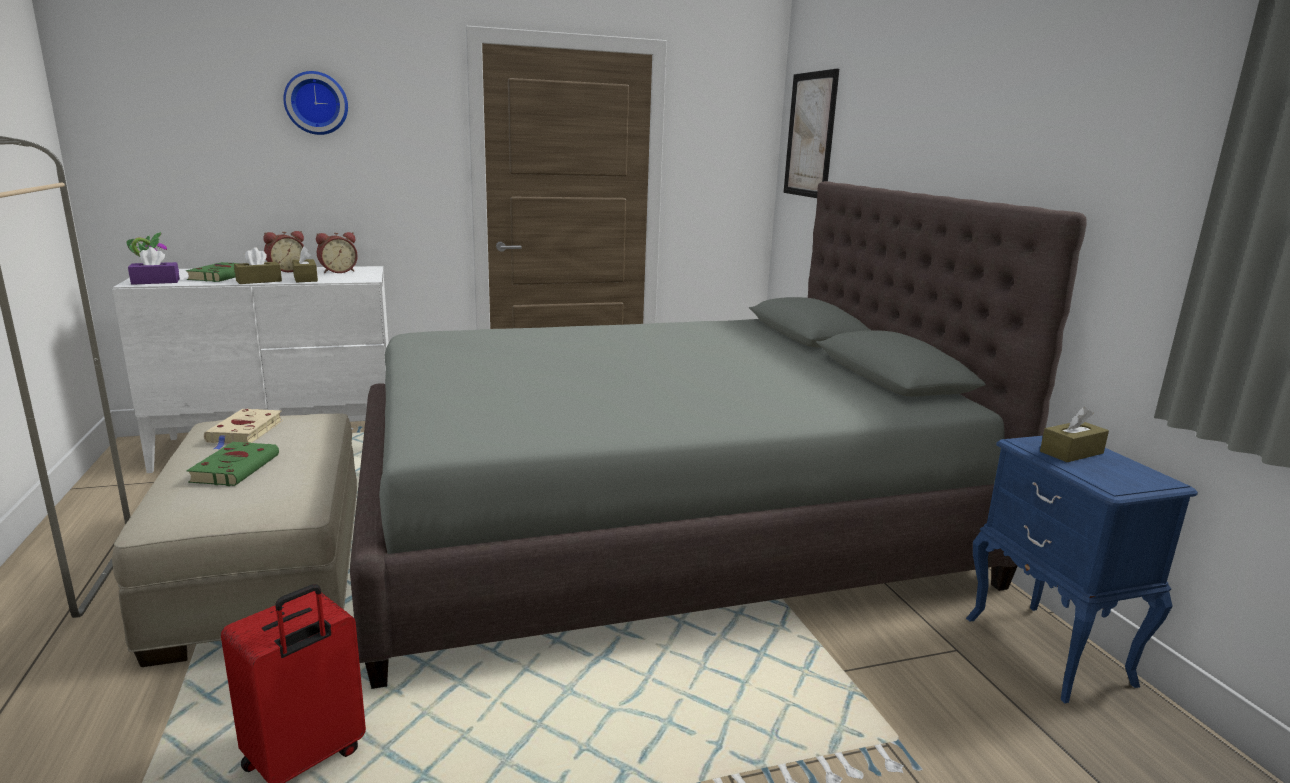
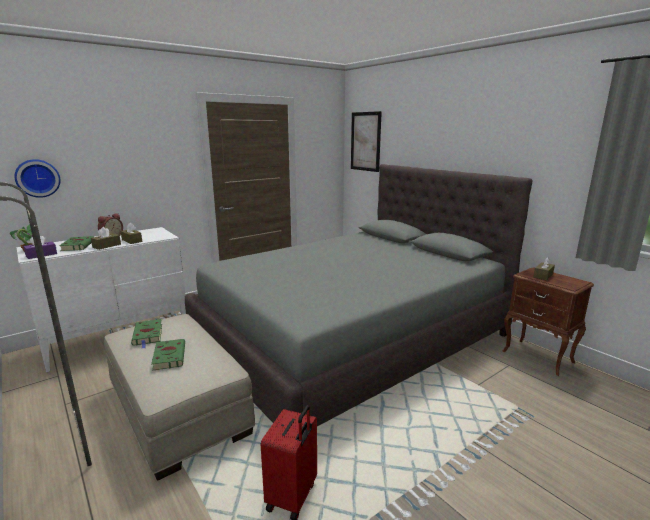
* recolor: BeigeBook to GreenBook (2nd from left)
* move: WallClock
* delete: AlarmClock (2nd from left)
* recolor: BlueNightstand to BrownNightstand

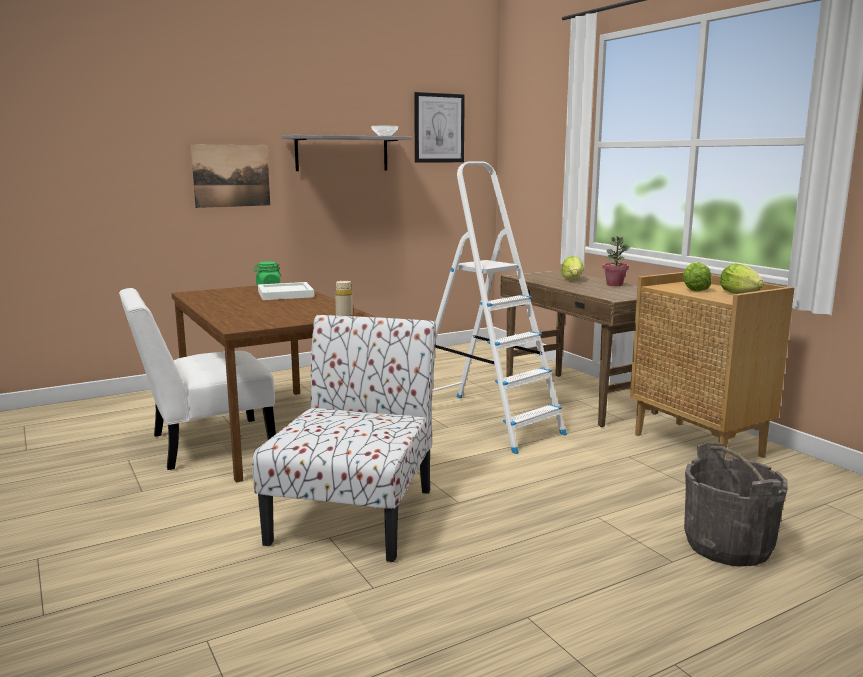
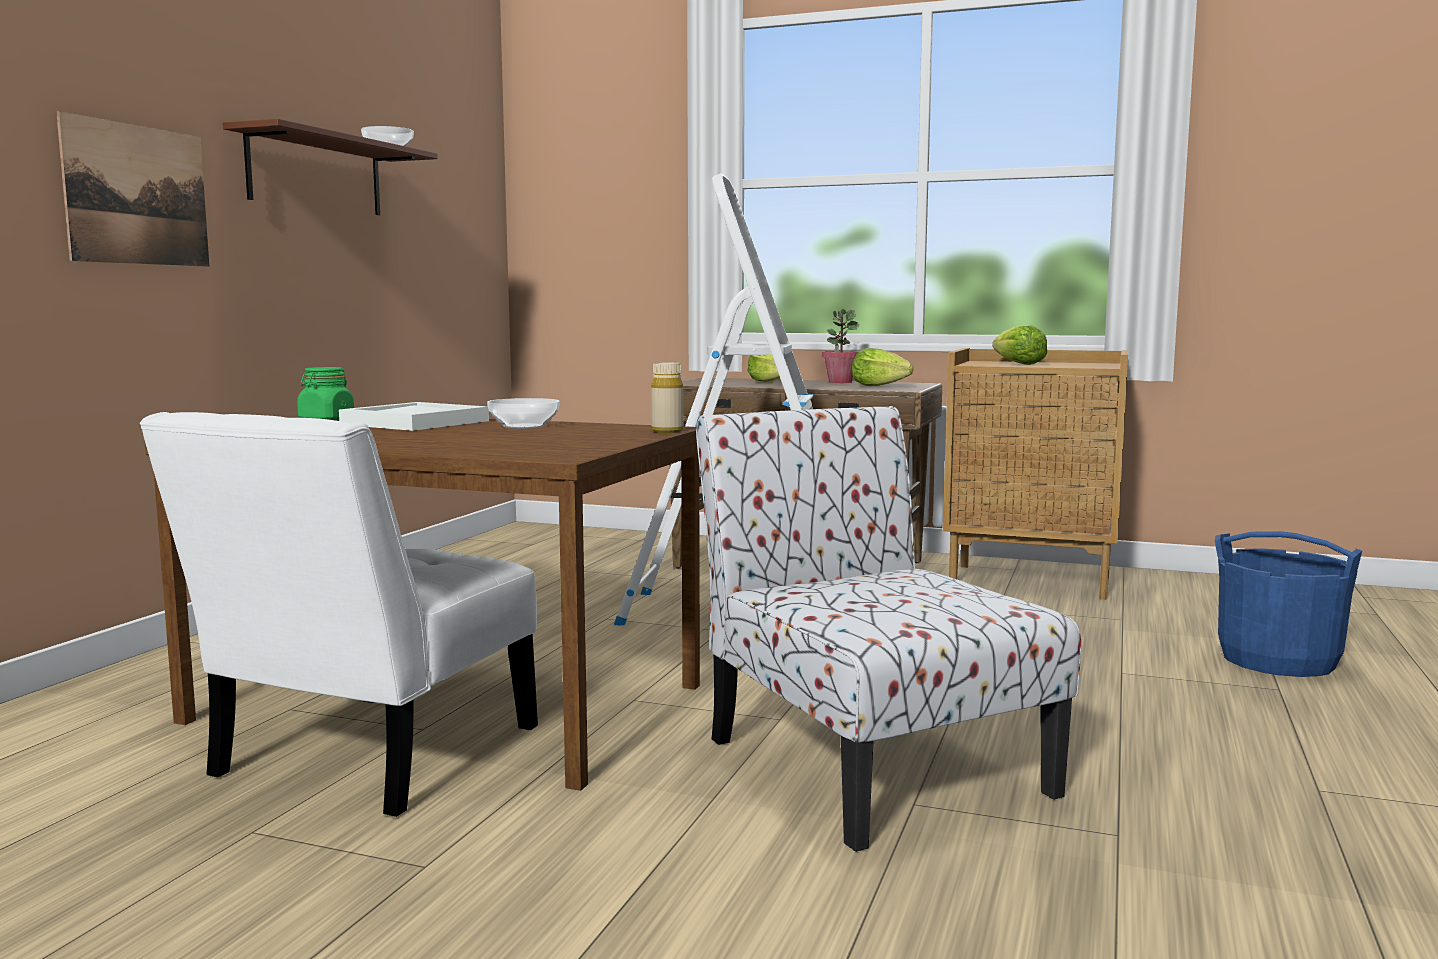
* recolor: GreyShelf to BrownShelf
* delete: Picture (2nd from left)
* recolor: GreyBucket to BlueBucket
* move: Lettuce (3rd from left in the first image) to Lettuce (2nd from left)
* insert: Bowl (2nd from left)

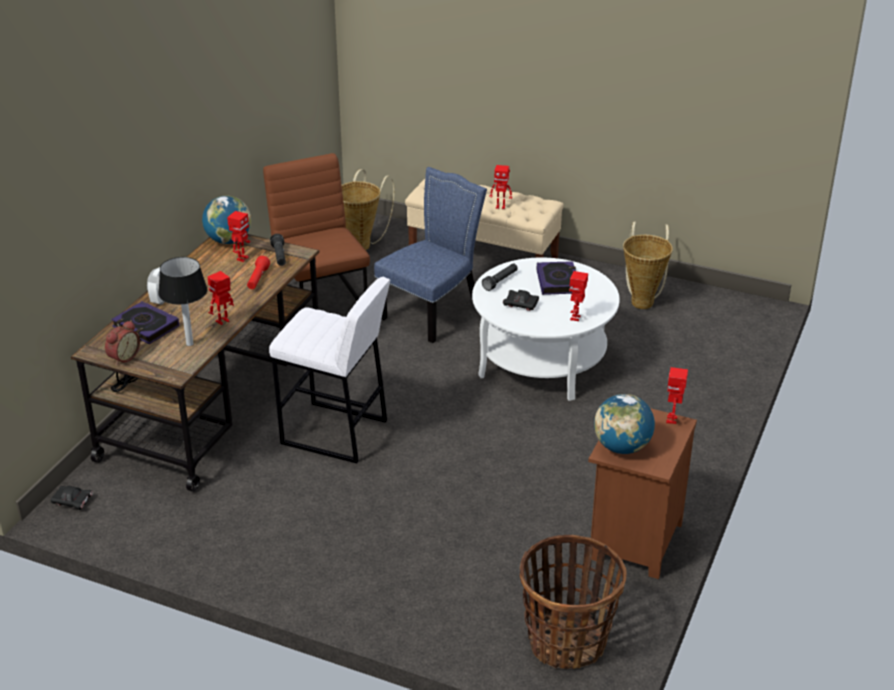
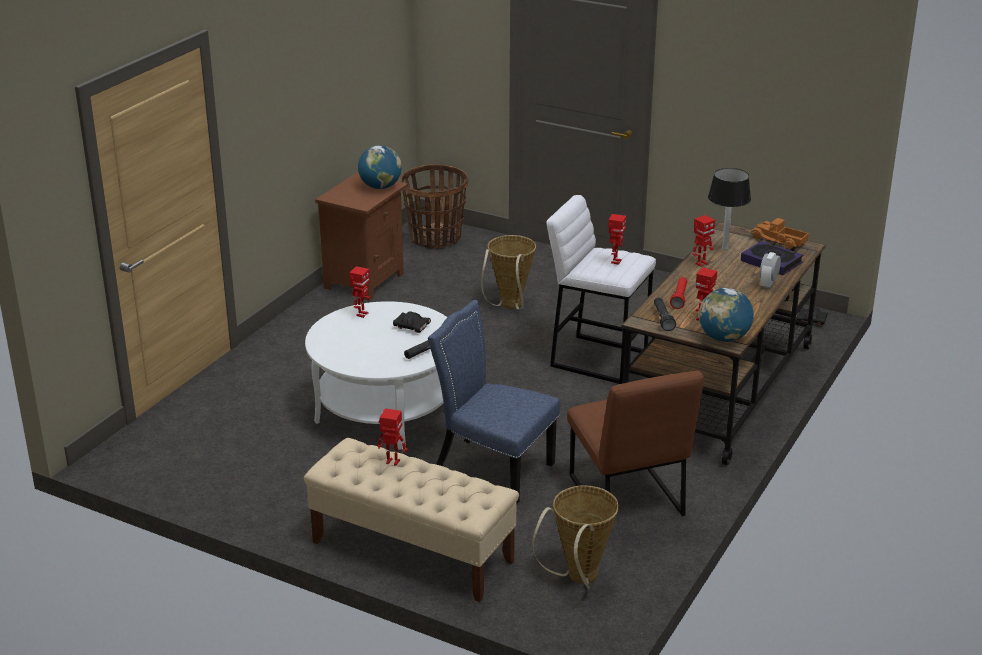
* replace: AlarmClock (1st from left) to ToyTruck
* rotate: BlueChair 75 degrees clockwise
* delete: Book (2nd from left)
* move: Basket (3rd from left in the first image) to Basket (2nd from left)
* move: ToyRobot (5th from left in the first image) to ToyRobot (3rd from left)

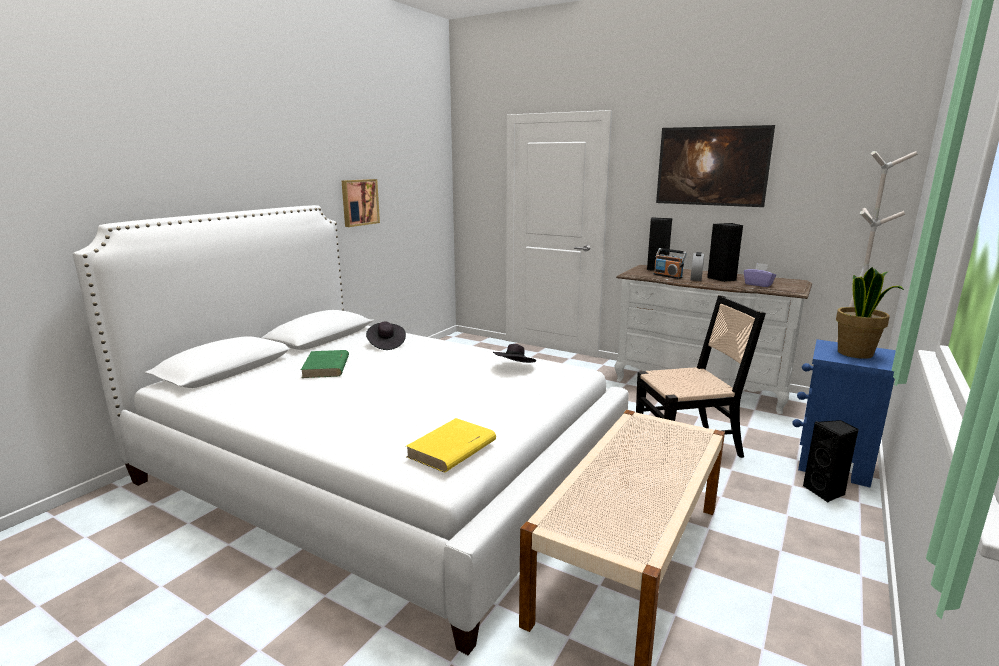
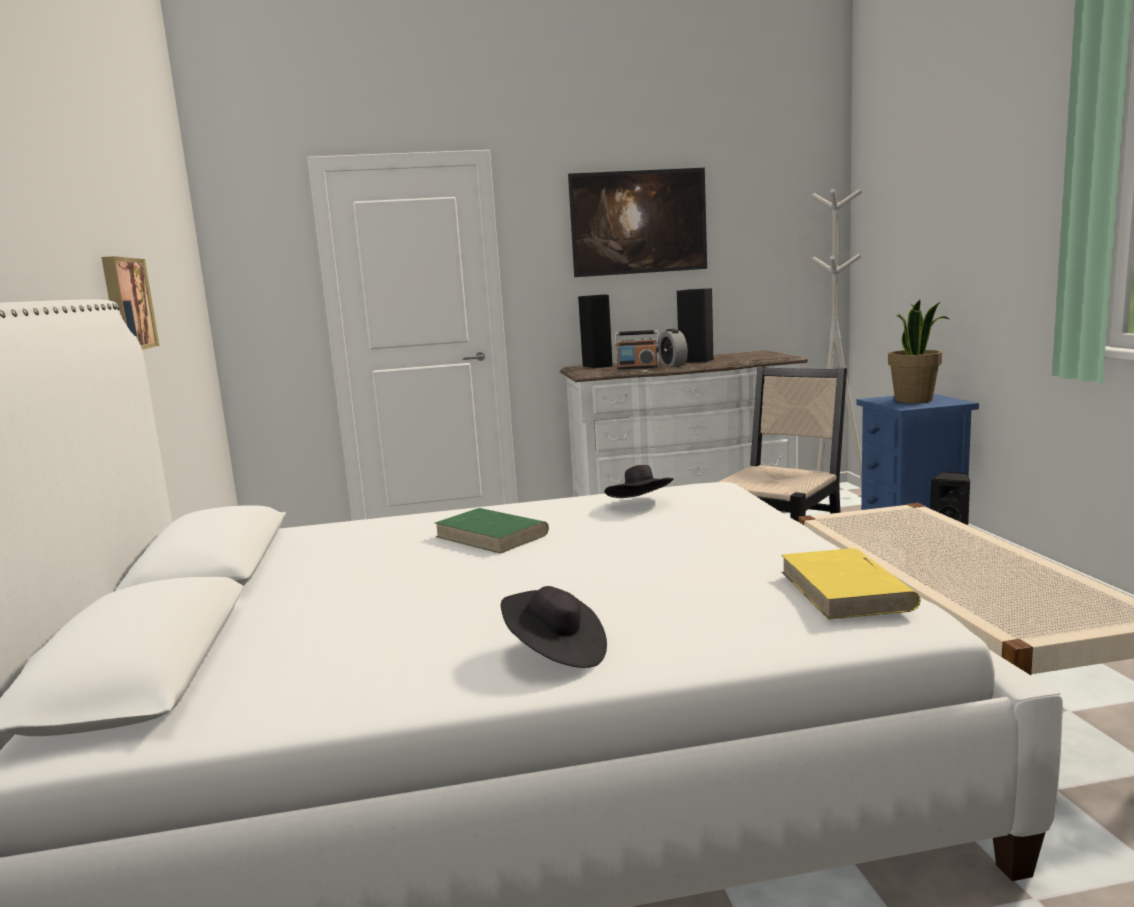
* move: GreenBook
* move: BlackHat (1st from left)
* delete: PurpleTissueBox

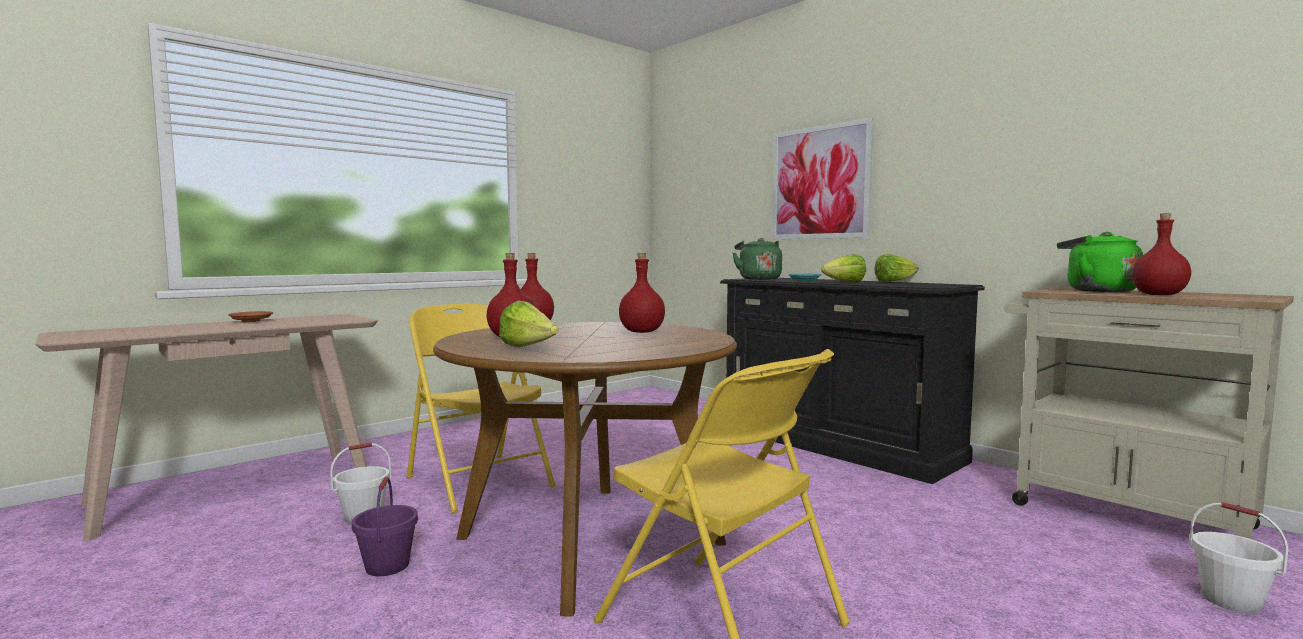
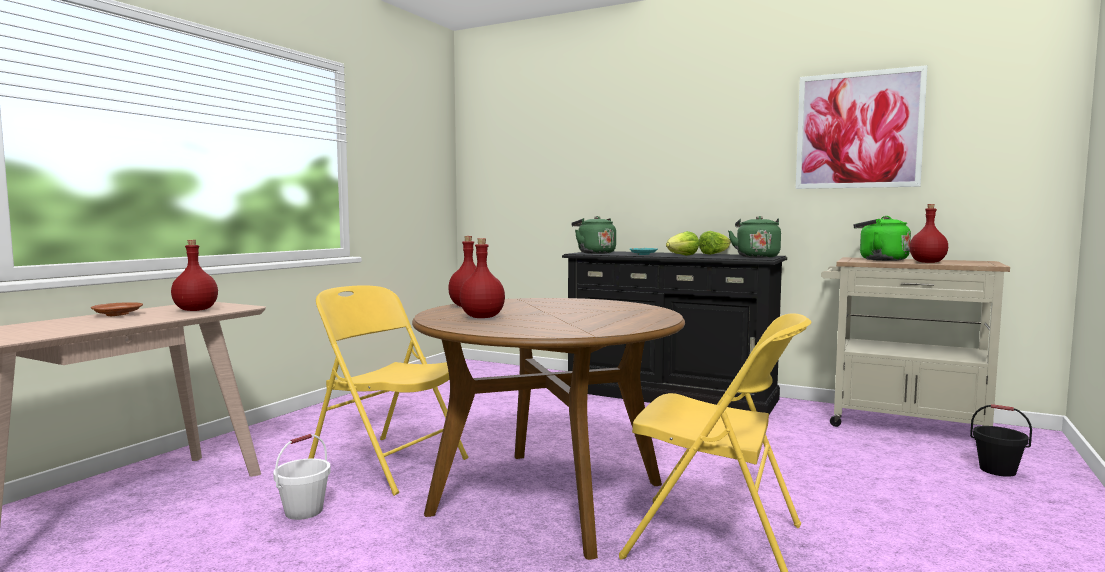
* delete: PurpleBucket
* delete: Lettuce (1st from left)
* move: RedBottle (3rd from left in the first image) to RedBottle (1st from left)
* move: Picture
* recolor: WhiteBucket (2nd from left) to BlackBucket
* insert: GreenKettle (2nd from left)

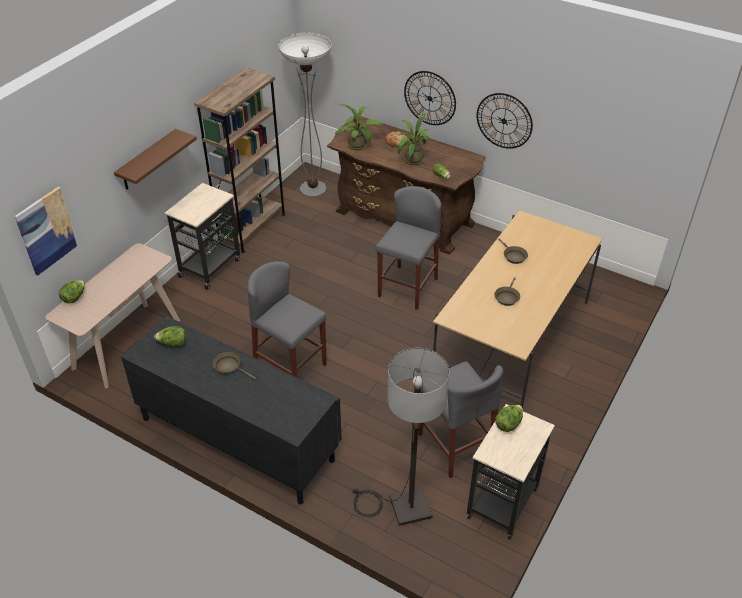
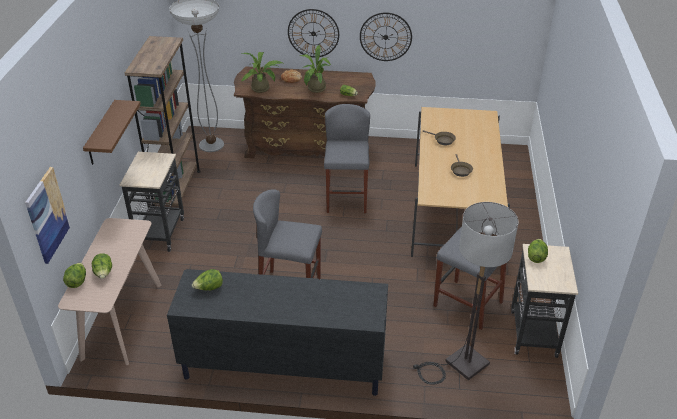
* delete: BrownFryingPan (1st from left)
* insert: Lettuce (2nd from left)

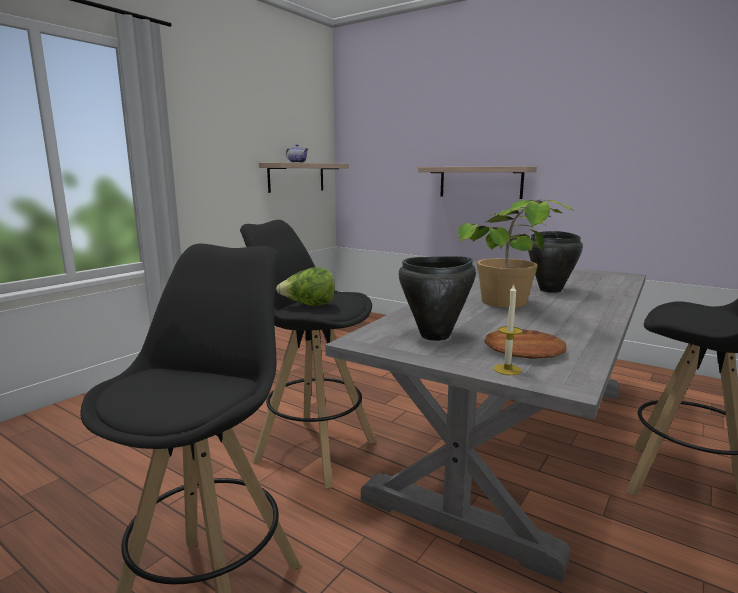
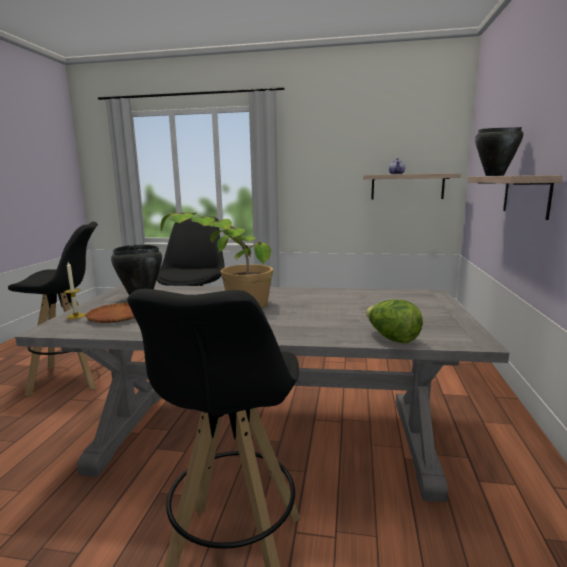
* move: Lettuce
* move: BlackCookingPot (2nd from left)

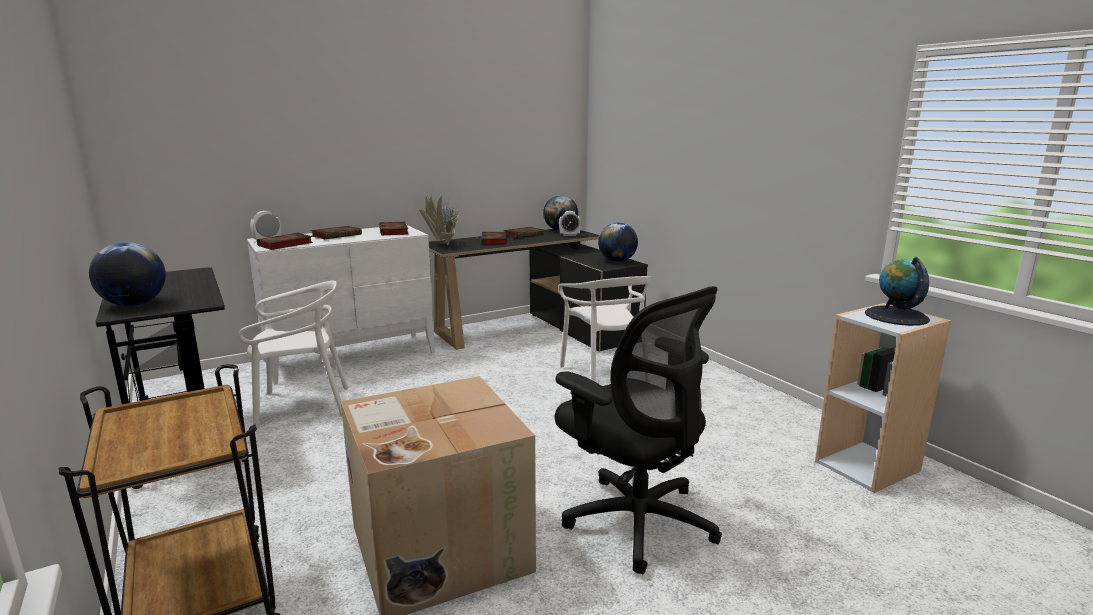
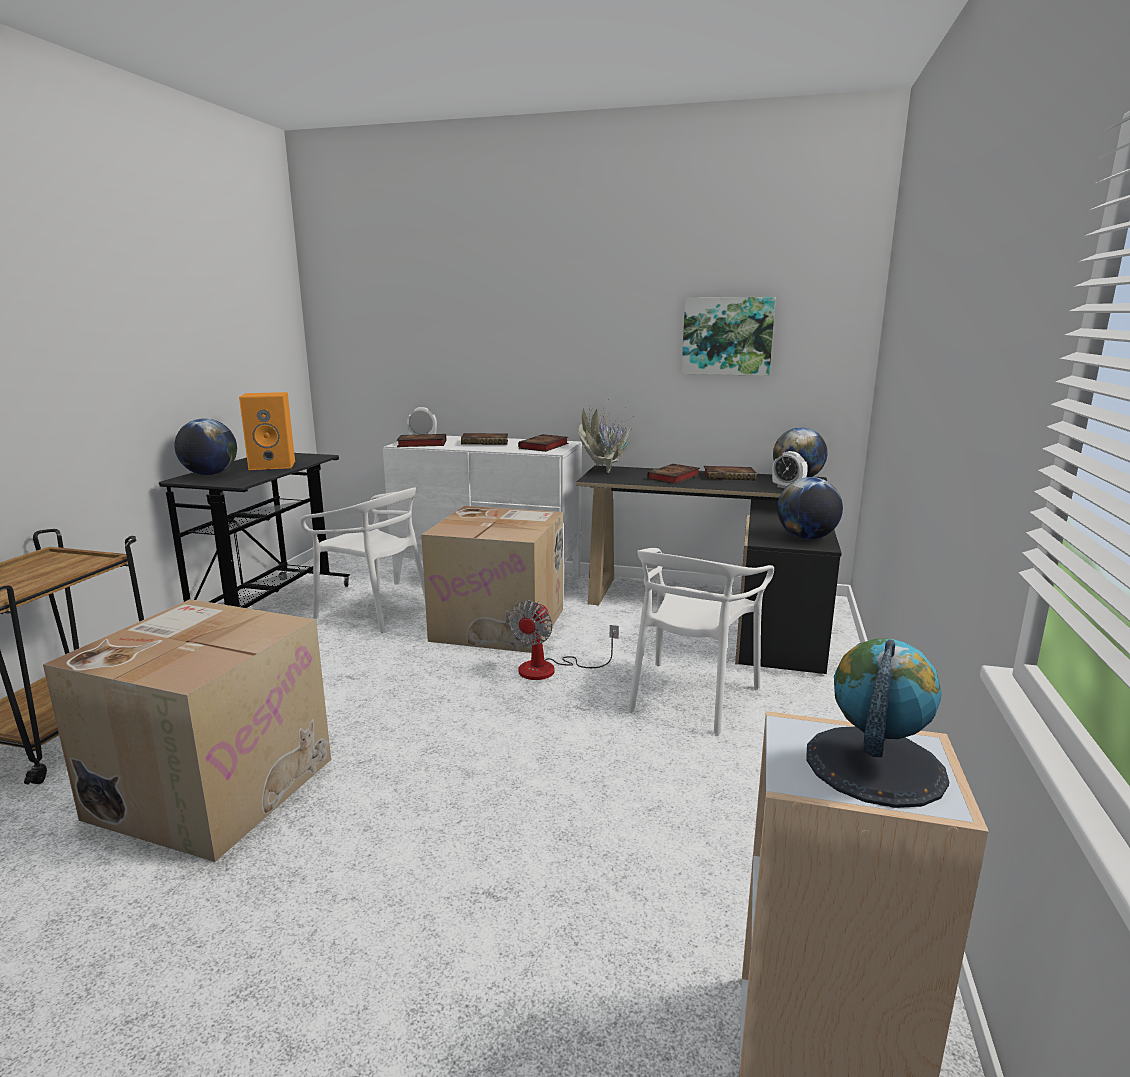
* delete: BlackOfficeChair
* insert: OrangeSpeaker
* insert: CardboardBox (2nd from left)
* insert: Fan
* insert: Picture

